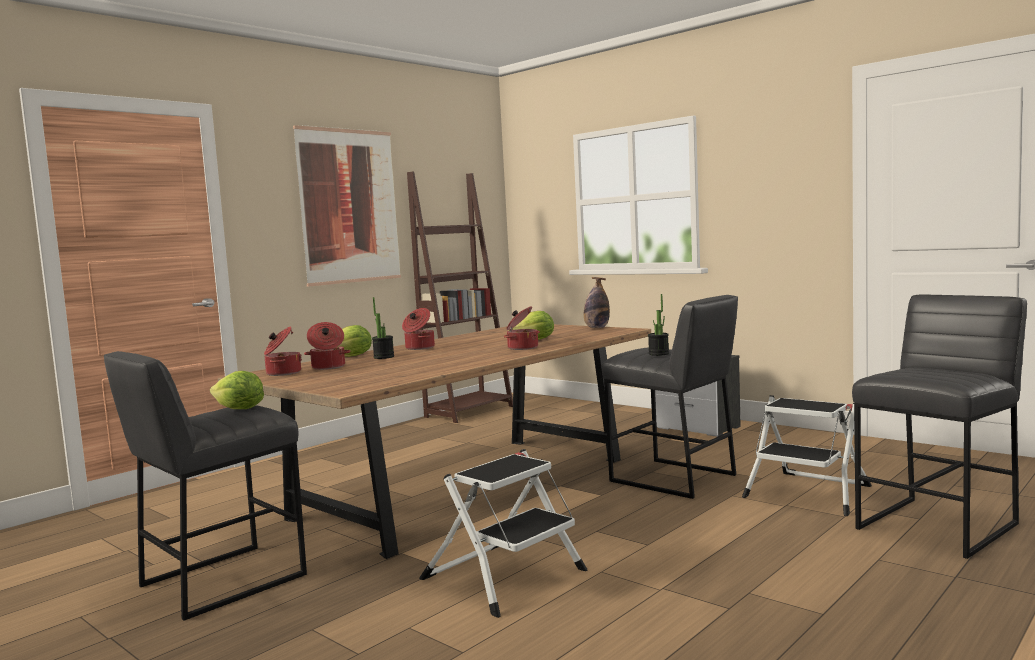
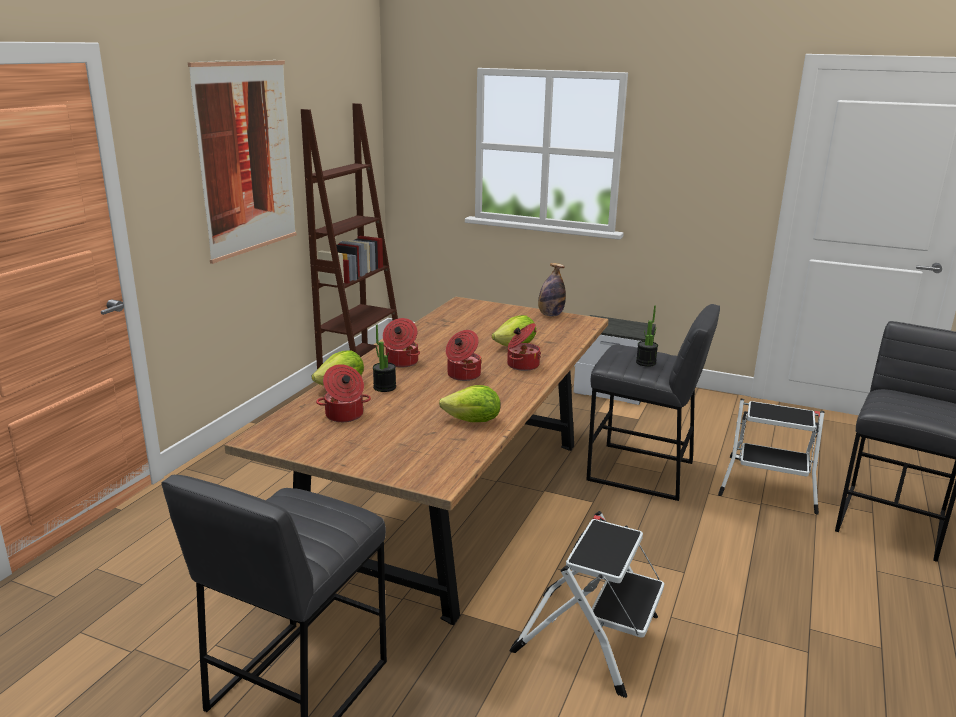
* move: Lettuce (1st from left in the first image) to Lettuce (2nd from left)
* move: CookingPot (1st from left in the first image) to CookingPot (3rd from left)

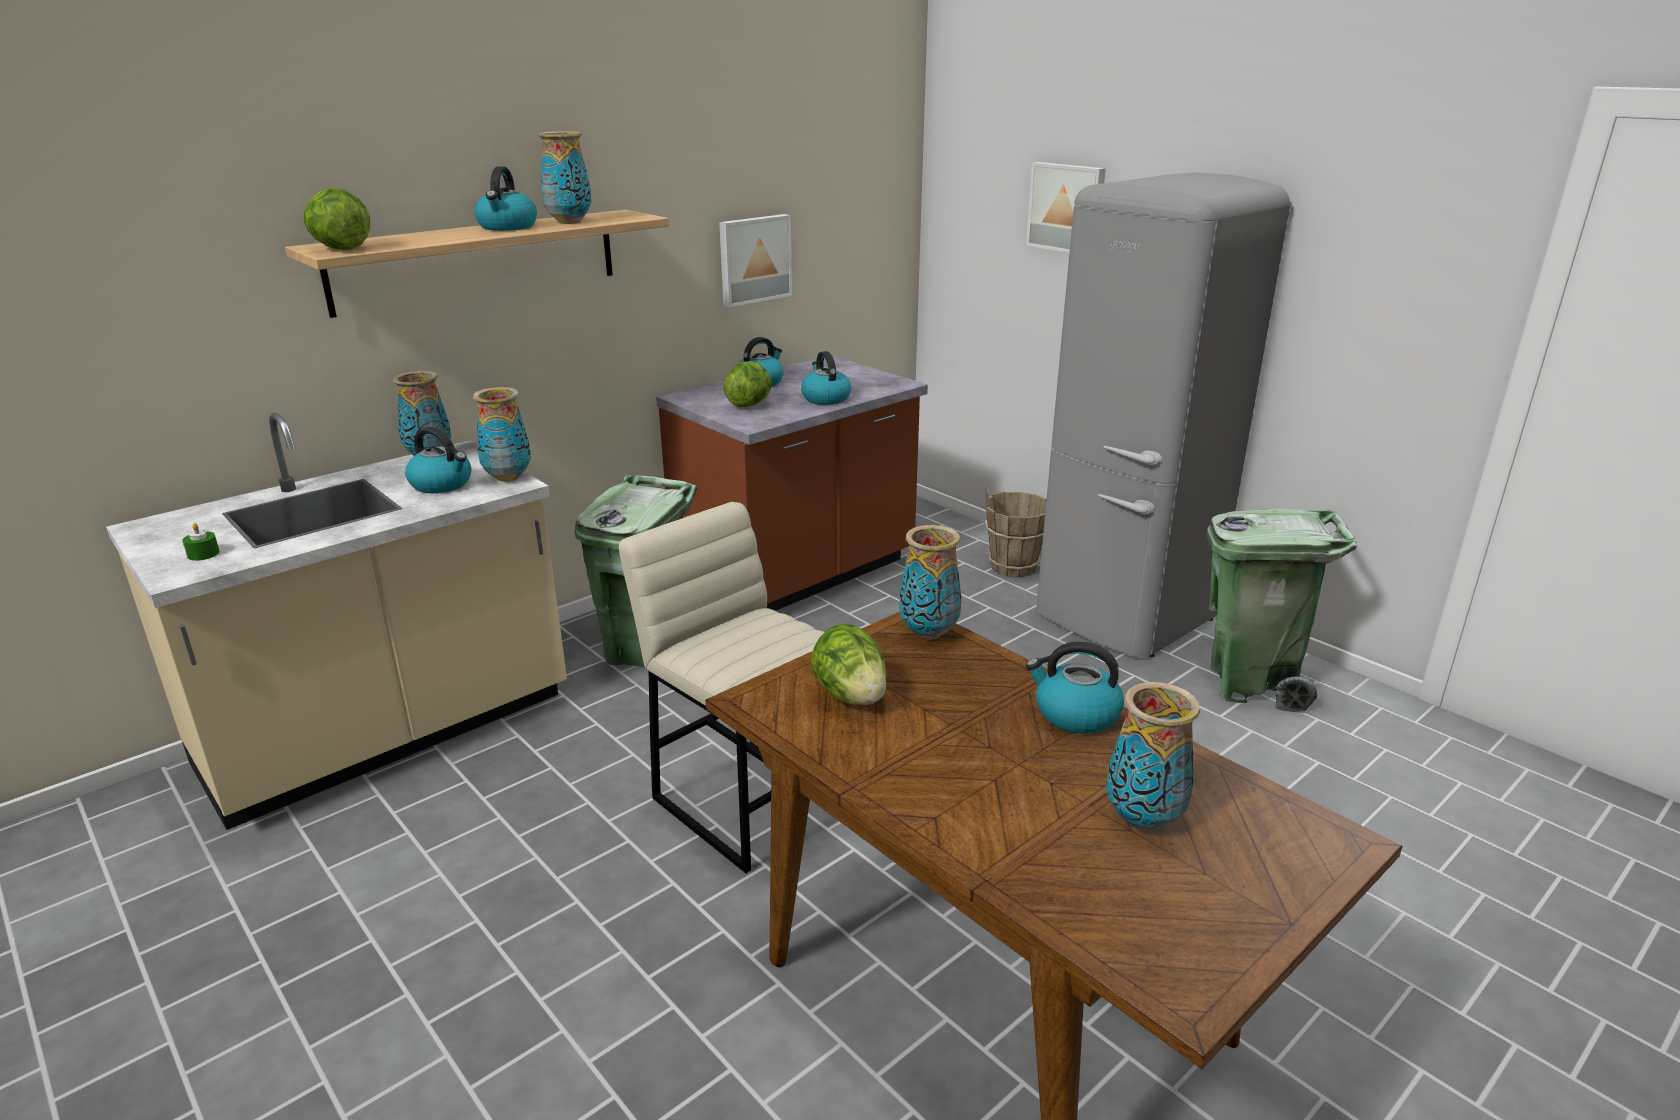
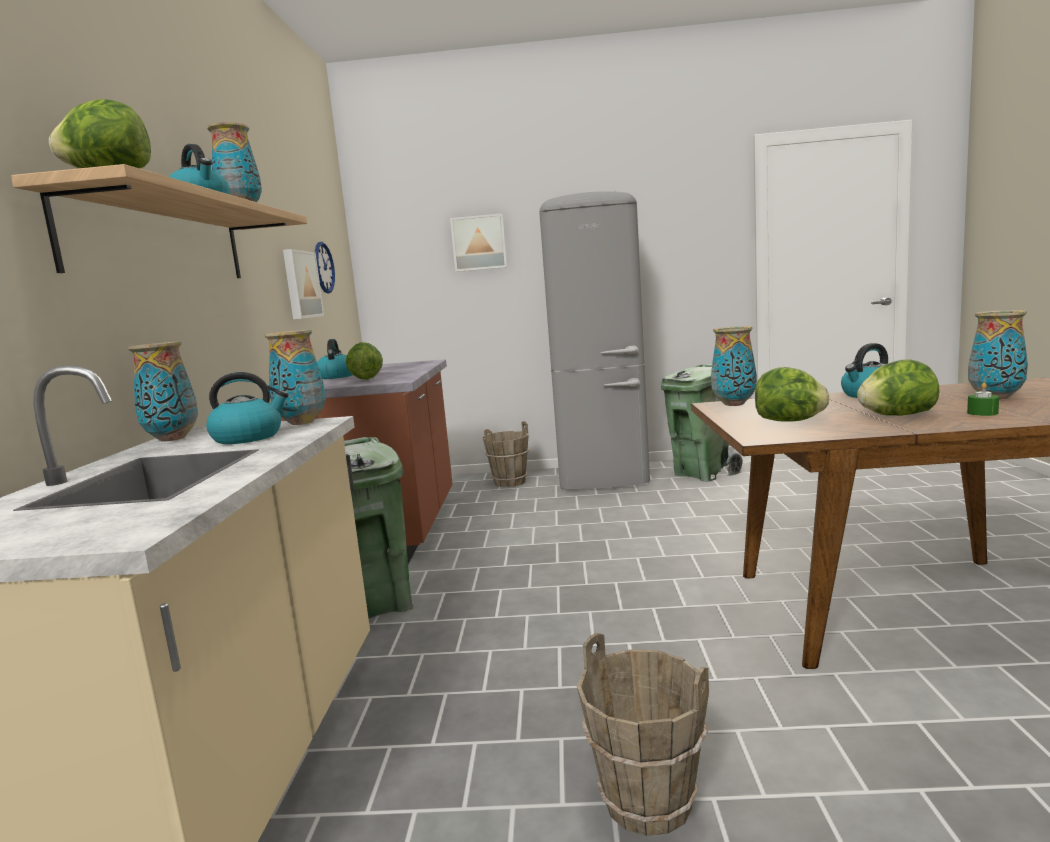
* move: GreenCandle
* delete: BeigeChair
* delete: Kettle (4th from left)
* insert: WallClock
* insert: BrownBucket (2nd from left)
* insert: Lettuce (4th from left)

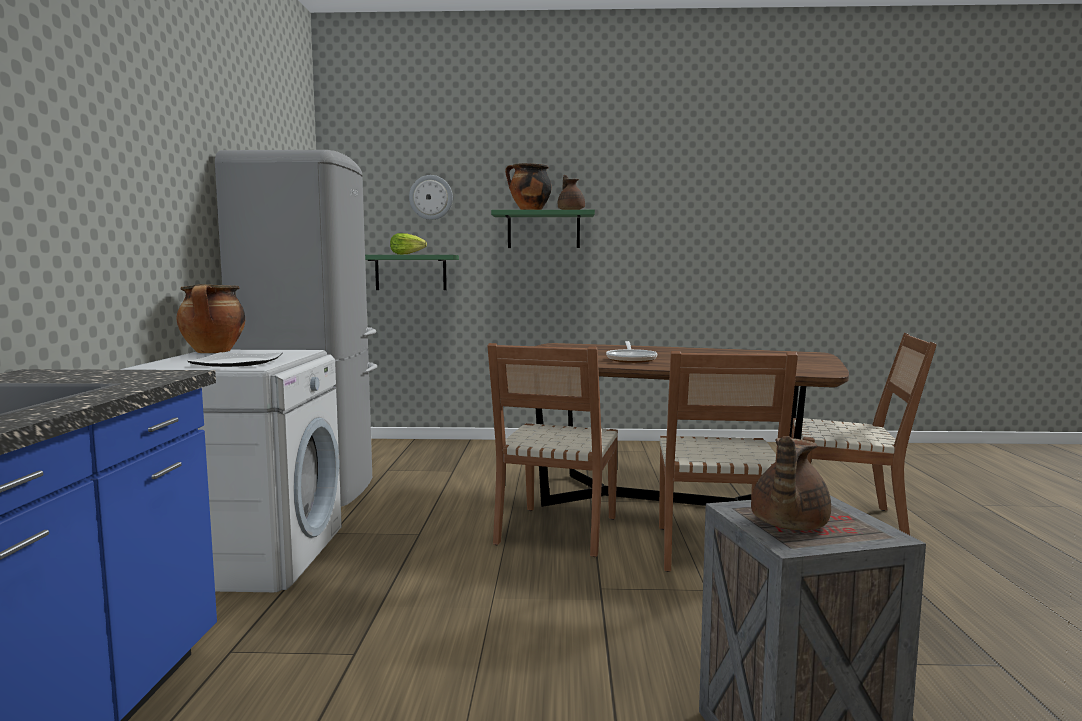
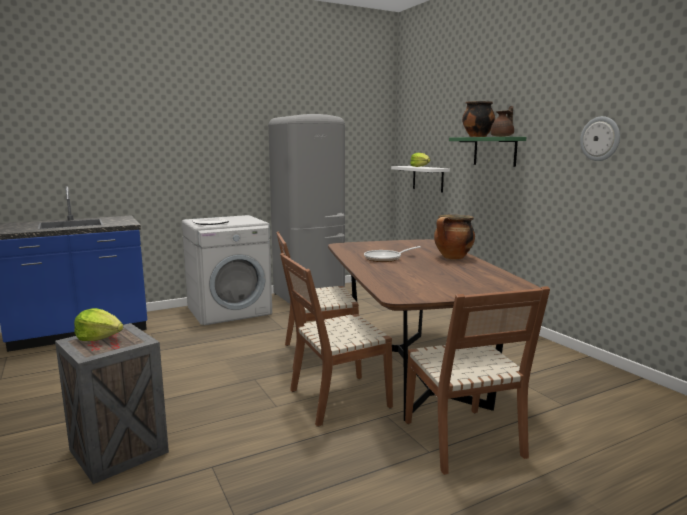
* move: CookingPot (1st from left)
* recolor: GreenShelf (1st from left) to WhiteShelf
* move: WallClock
* replace: BrownTeapot (2nd from left) to Lettuce (1st from left)

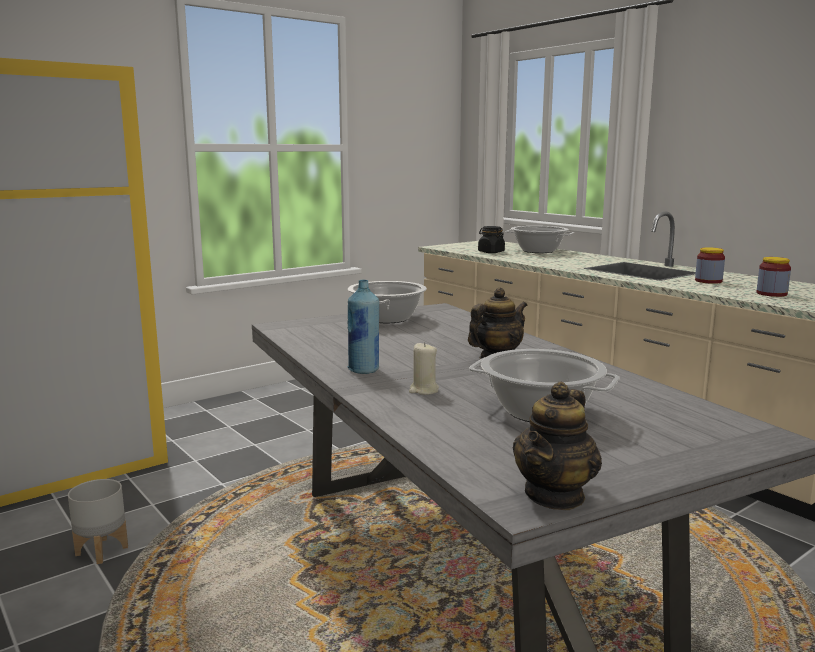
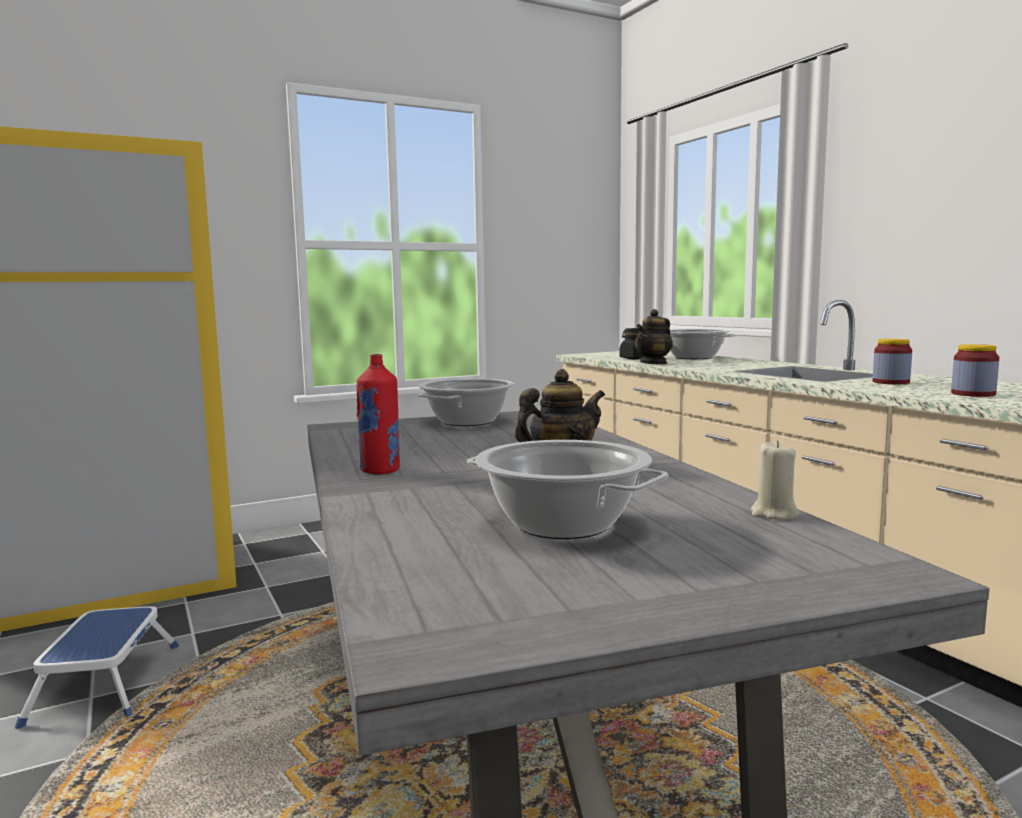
* replace: GreyPlanter to BlueStepLadder
* recolor: BlueBottle to RedBottle
* move: BeigeCandle
* move: Teapot (2nd from left)

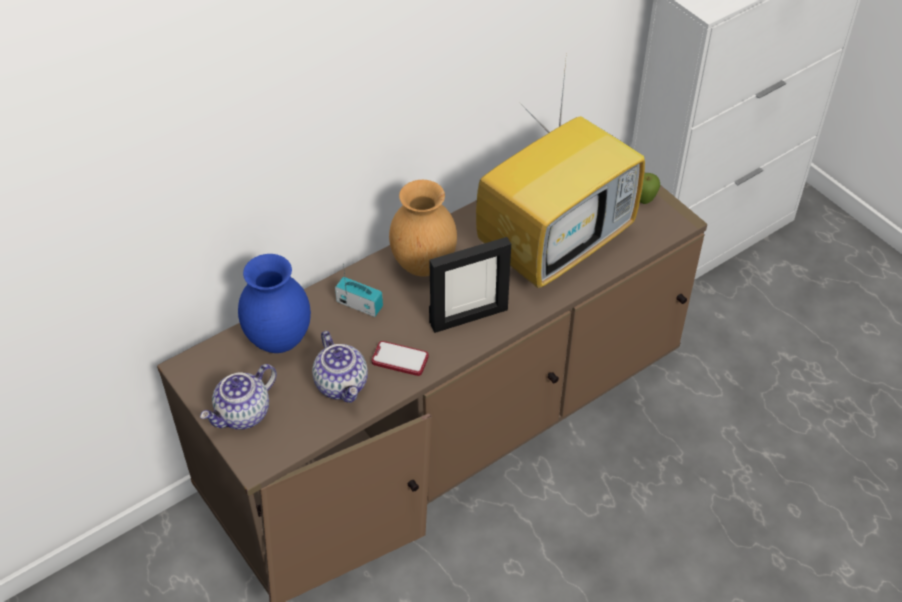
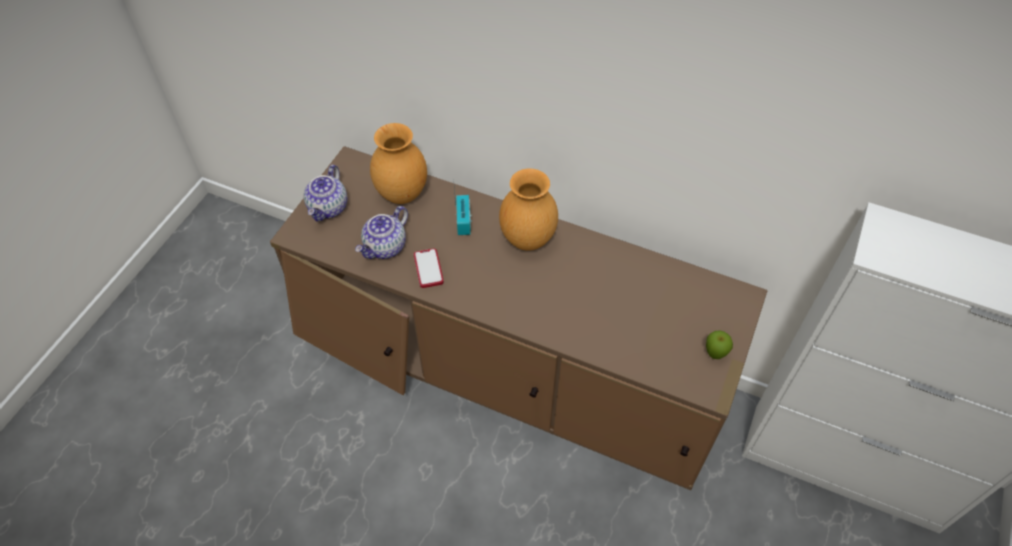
* rotate: Teapot (1st from left) 90 degrees counterclockwise
* recolor: BlueVase to BrownVase (1st from left)
* delete: PictureFrame
* delete: Television

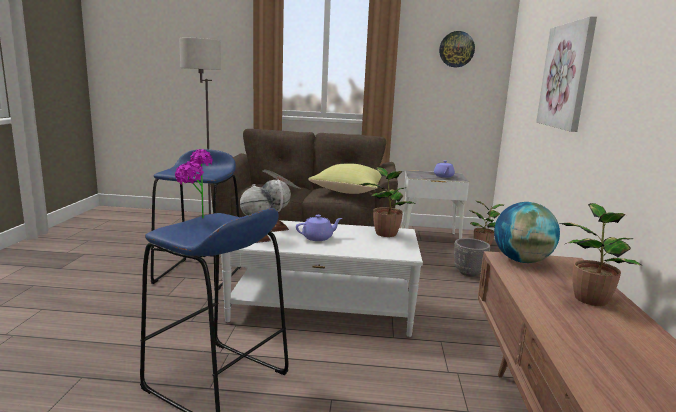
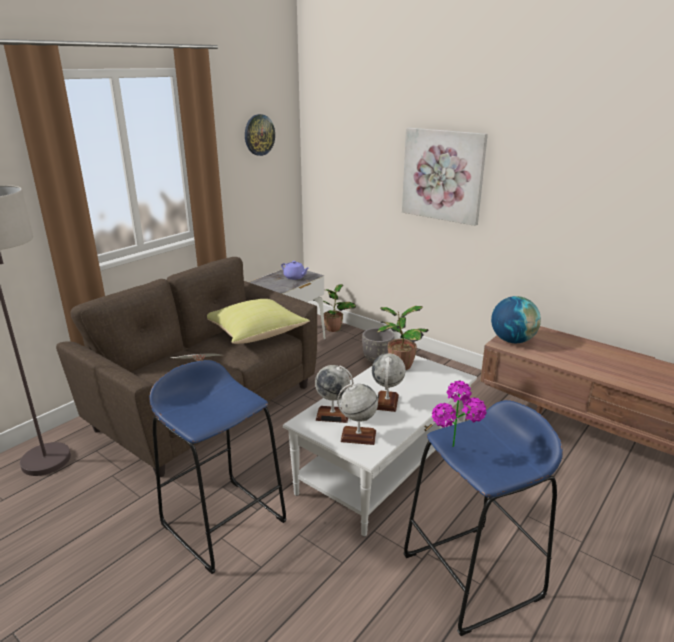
* replace: PurpleTeapot (1st from left) to Globe (3rd from left)
* delete: PottedPlant (4th from left)

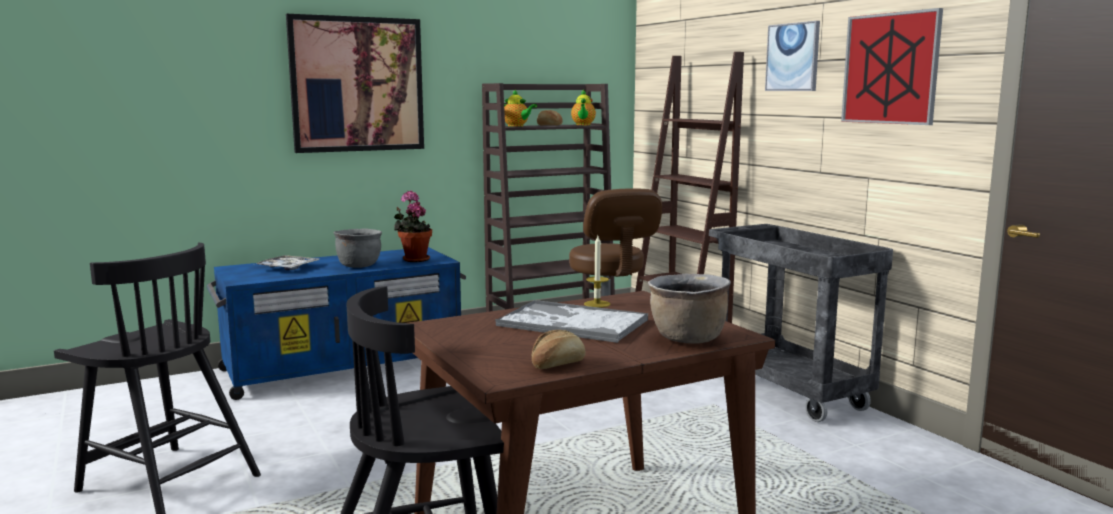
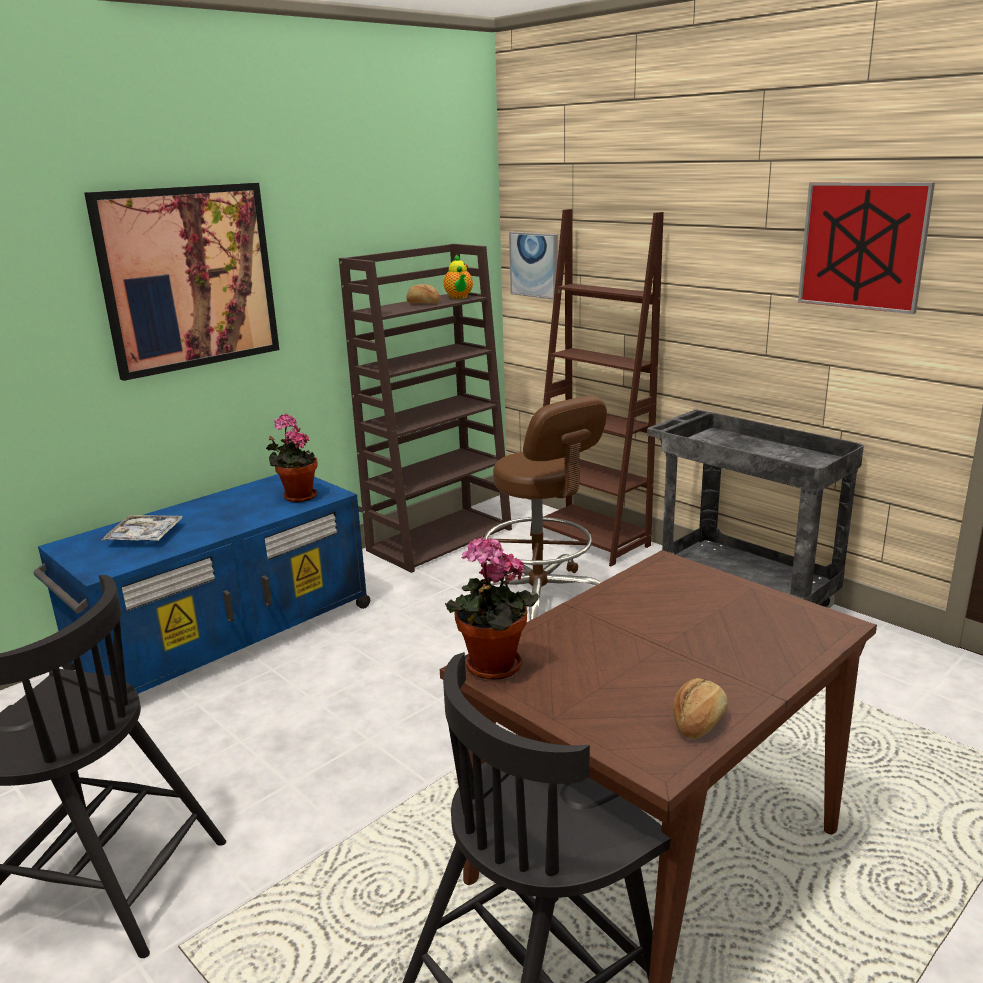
* delete: GreyCookingPot
* delete: Tray (2nd from left)
* delete: Teapot (1st from left)
* delete: Candle
* delete: BrownCookingPot
* move: Picture (2nd from left)
* insert: PottedPlant (2nd from left)

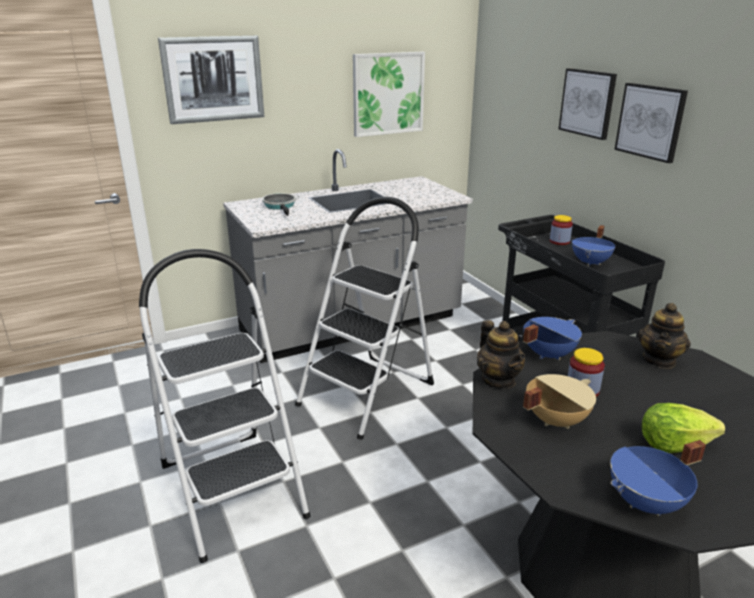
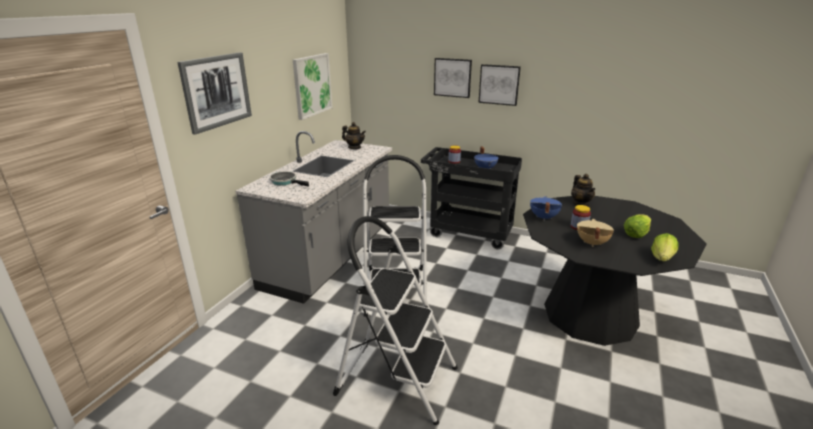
* move: Teapot (1st from left)
* replace: BlueCookingPot (3rd from left) to Lettuce (2nd from left)

